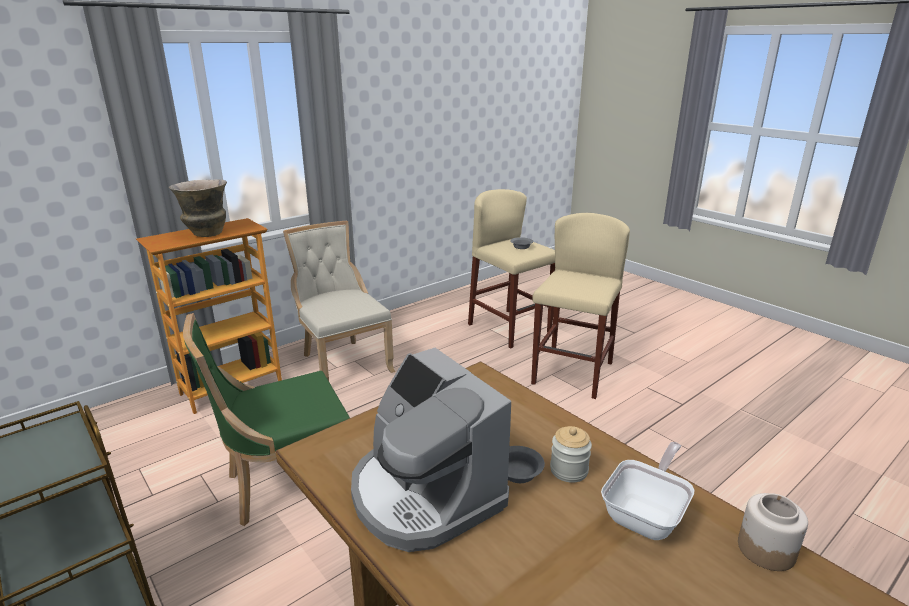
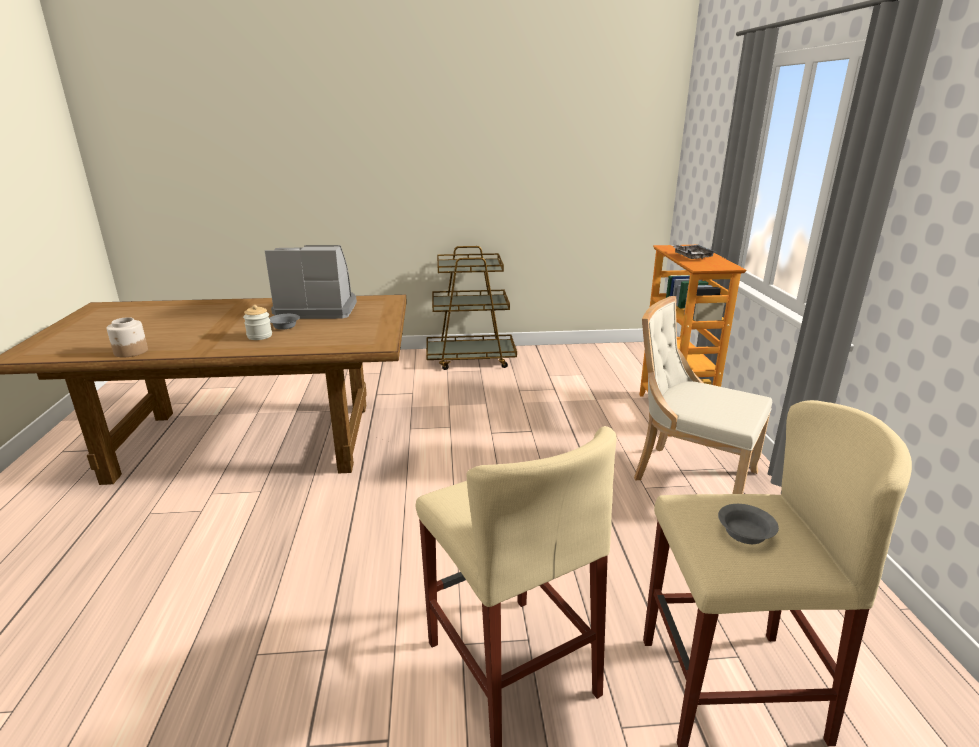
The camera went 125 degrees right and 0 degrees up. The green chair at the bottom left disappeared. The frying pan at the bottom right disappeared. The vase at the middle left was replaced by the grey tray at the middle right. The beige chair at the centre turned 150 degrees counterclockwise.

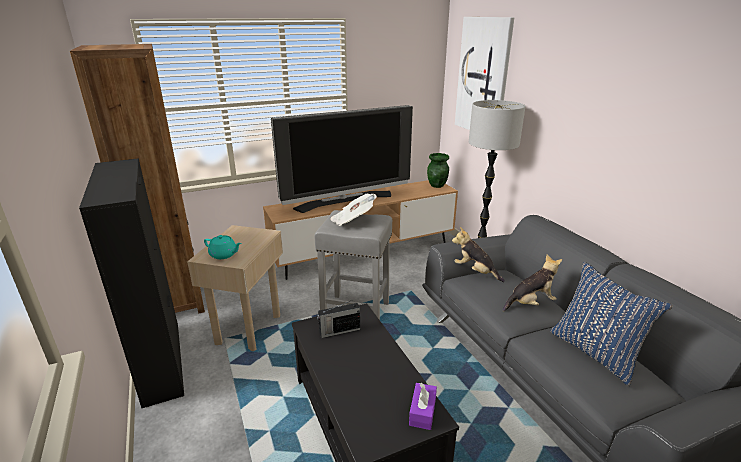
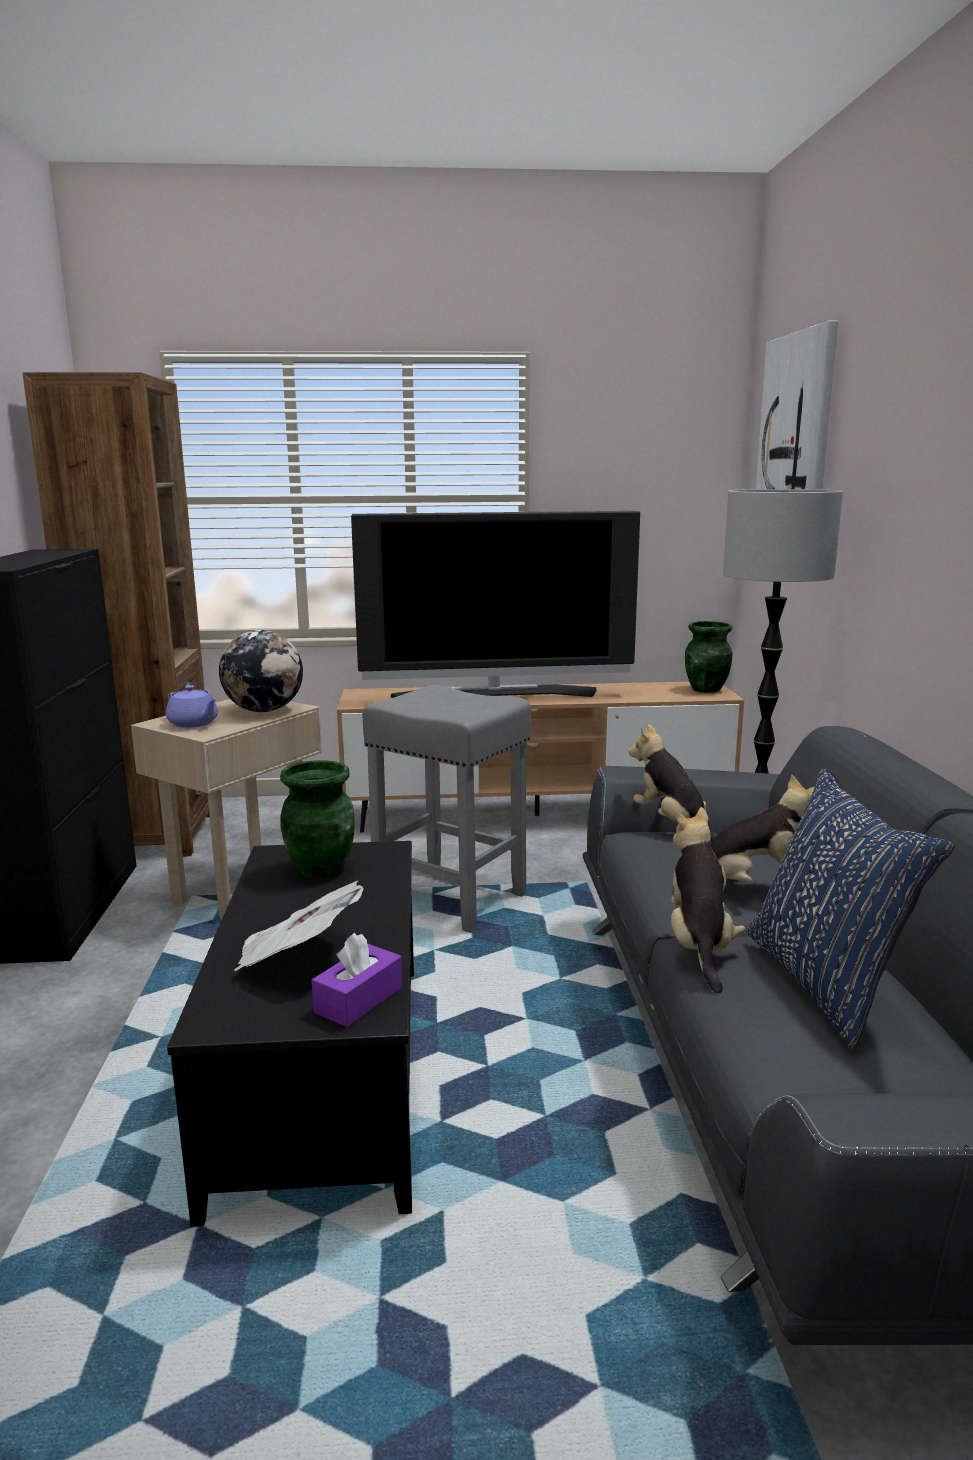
The camera went 20 degrees right and 10 degrees down. The globe at the middle left appeared. The plush toy (2nd from left) at the middle right appeared. The newspaper moved from the centre to the middle left. The radio at the bottom centre was replaced by the green vase (1st from left) at the middle left. The turquoise teapot at the middle left became the purple teapot at the middle left.

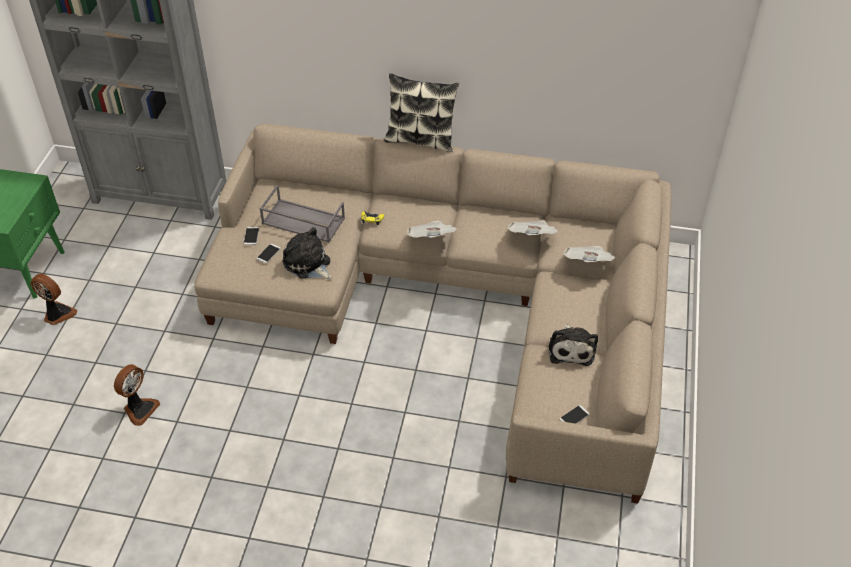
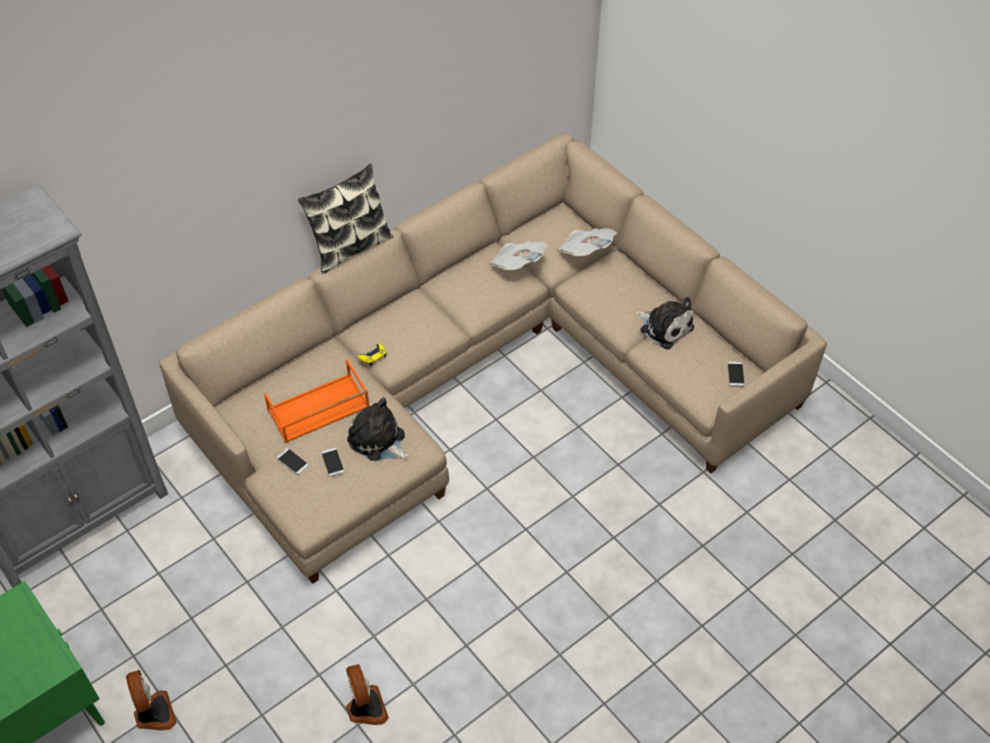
The camera went 50 degrees left and 5 degrees up. The newspaper (1st from left) at the centre disappeared. The grey tray at the centre became the orange tray at the middle left. The fan (1st from left) at the middle left turned 90 degrees clockwise. The plush toy (1st from left) at the centre turned 45 degrees clockwise.

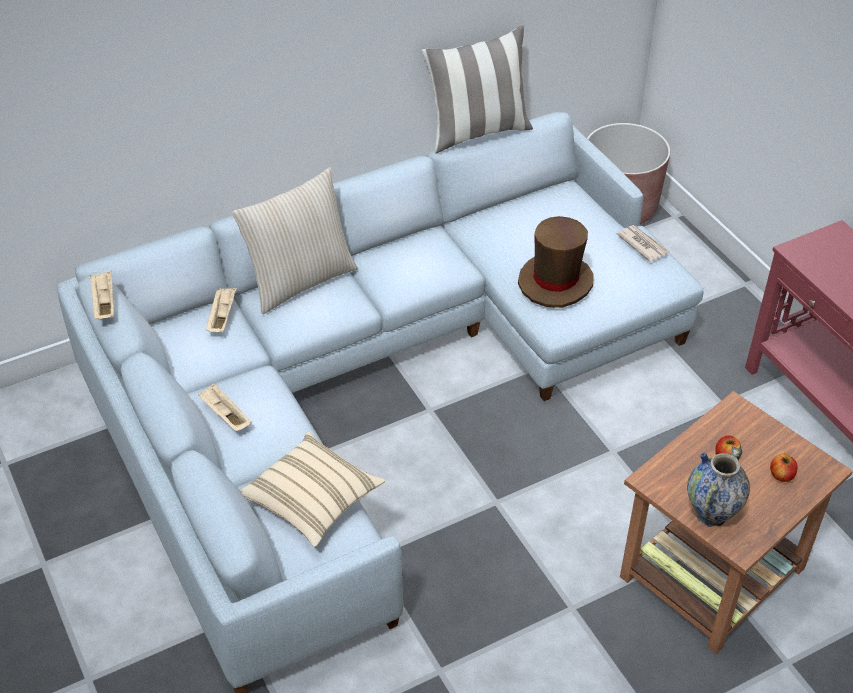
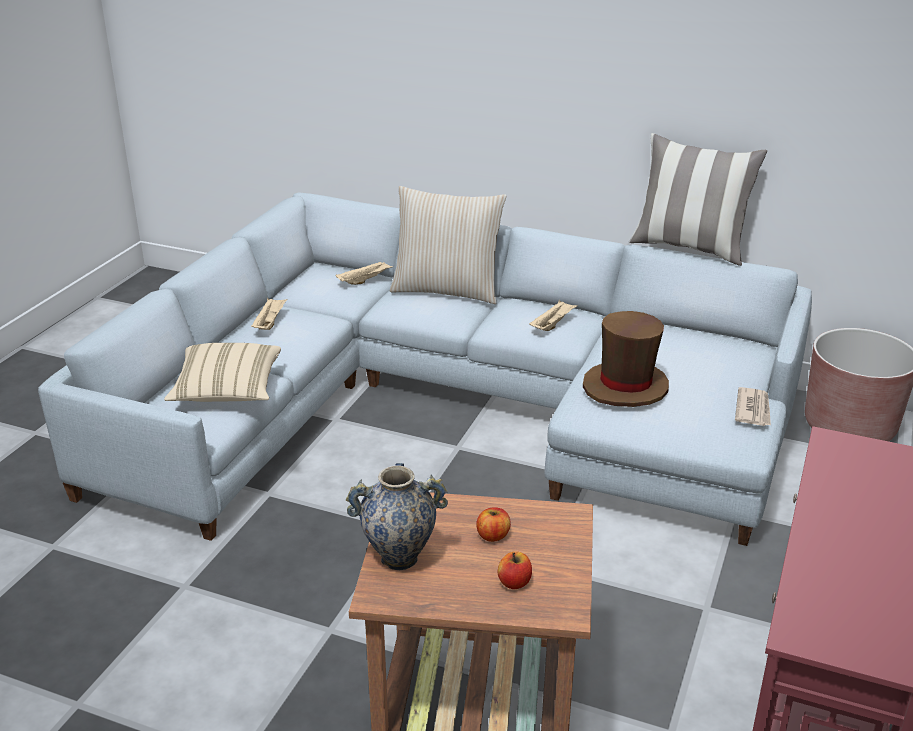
The camera went 50 degrees right and 15 degrees down. The beige tray (1st from left in the first image) moved from the middle left to the centre.

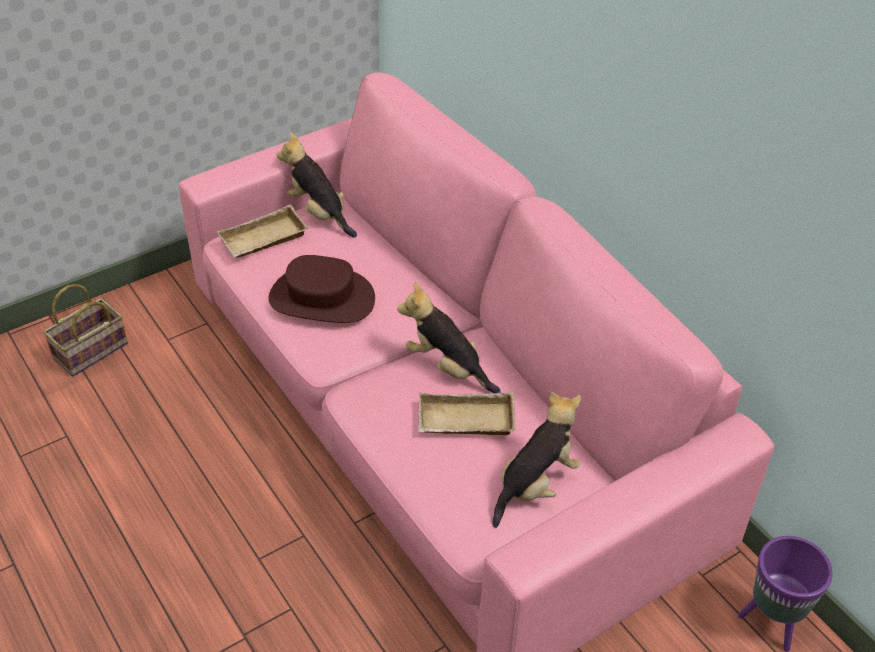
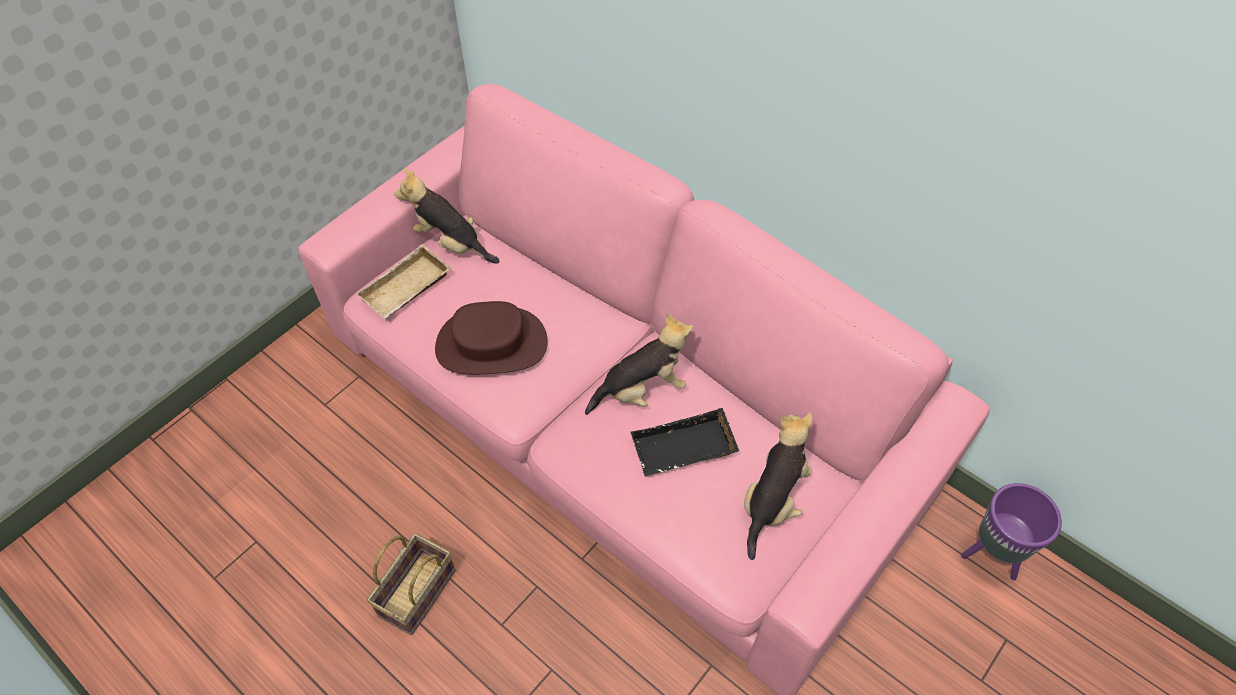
The camera went 15 degrees left and 10 degrees up. The basket moved from the middle left to the bottom left. The beige tray (2nd from left) at the centre became the black tray at the centre. The plush toy (2nd from left) at the centre turned 135 degrees clockwise.

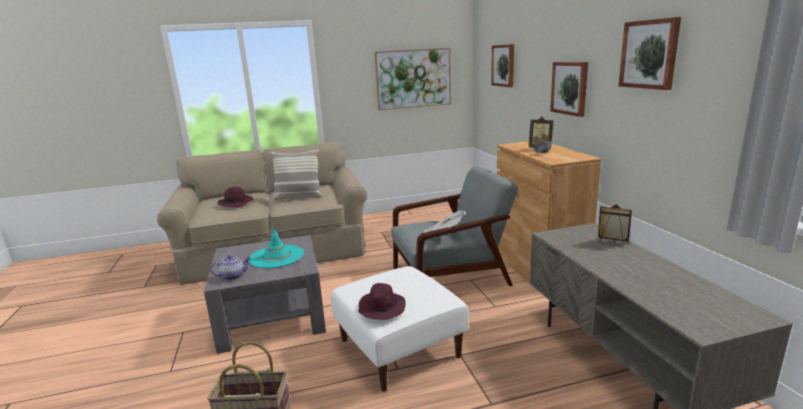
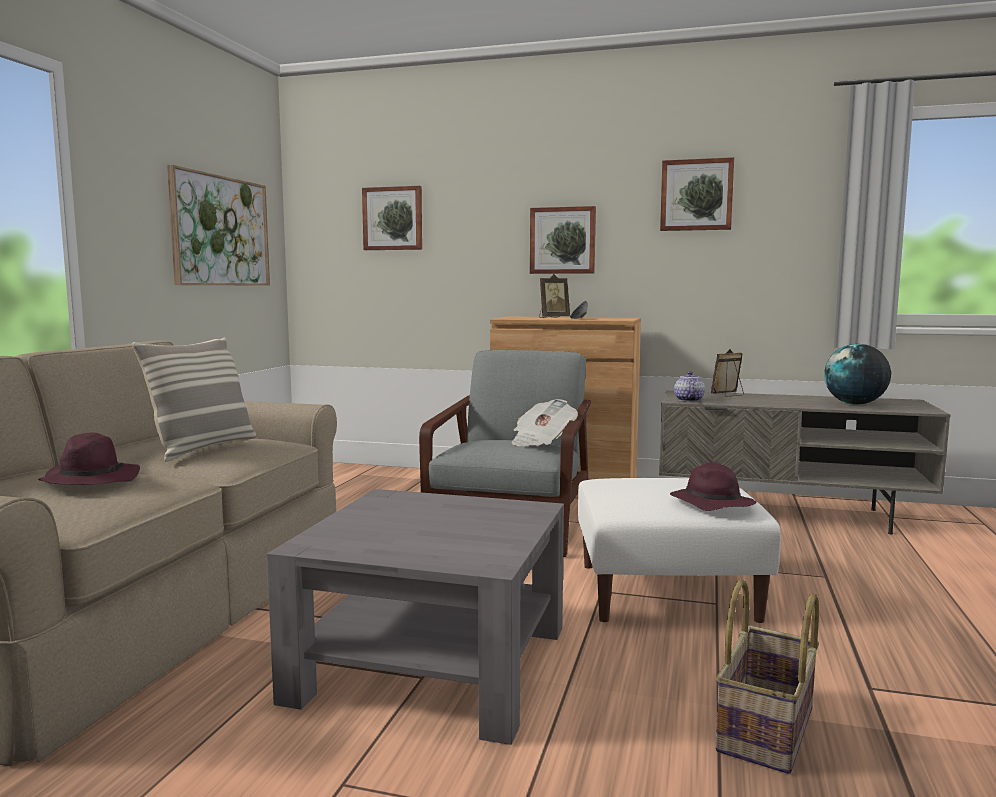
The camera went 60 degrees left and 10 degrees down. The turquoise hat at the centre disappeared. The globe at the middle right appeared. The teapot moved from the middle left to the middle right.

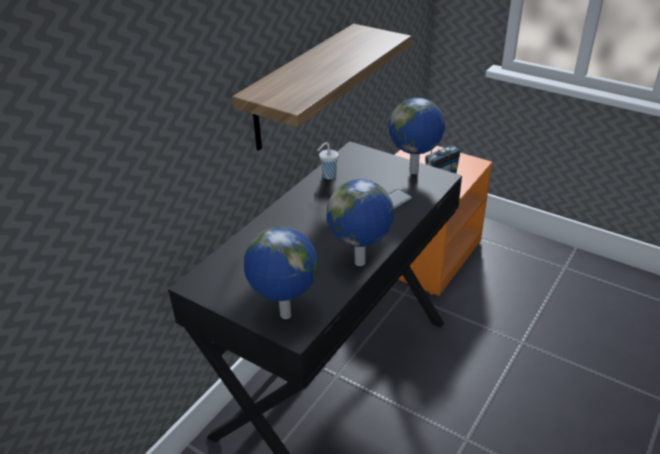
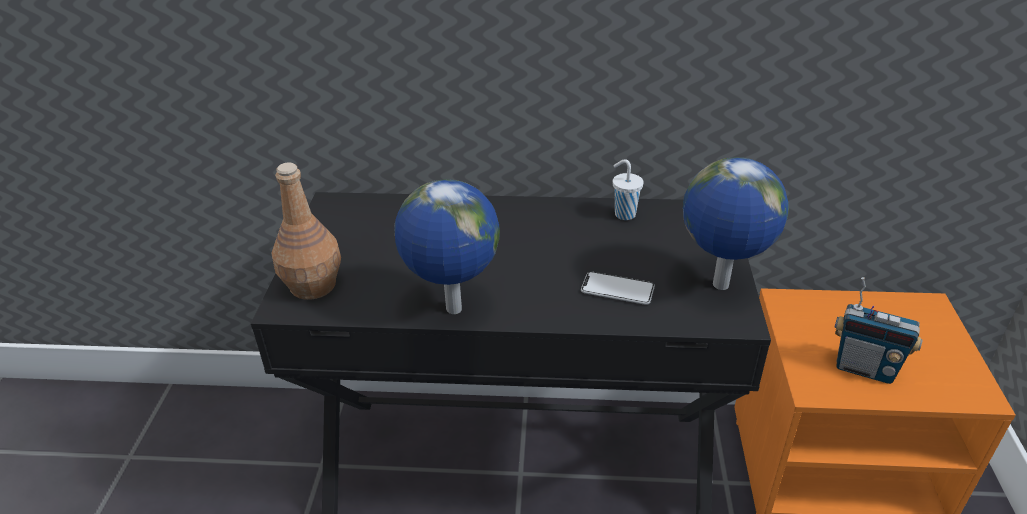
The camera went 60 degrees right and 0 degrees up. The shelf at the top centre disappeared. The globe (1st from left) at the centre was replaced by the brown bottle at the middle left.

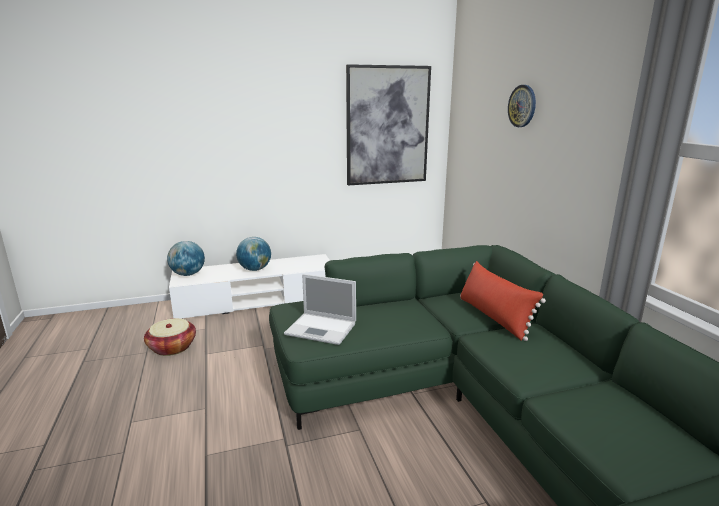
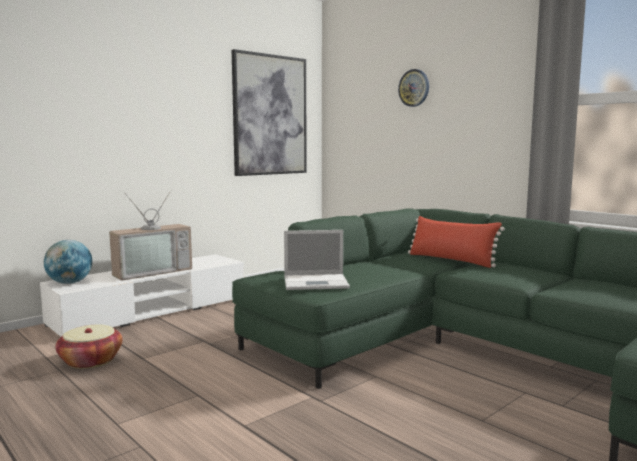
The camera went 25 degrees left and 10 degrees down. The globe (2nd from left) at the centre was replaced by the television at the middle left.

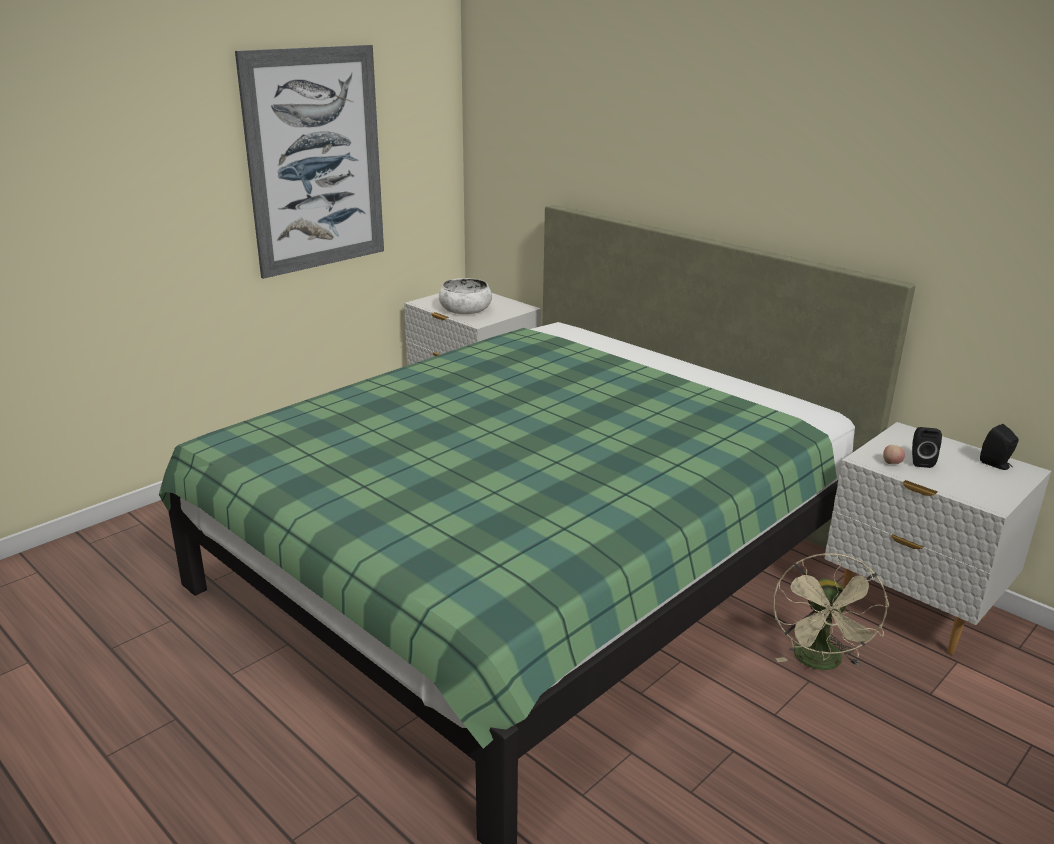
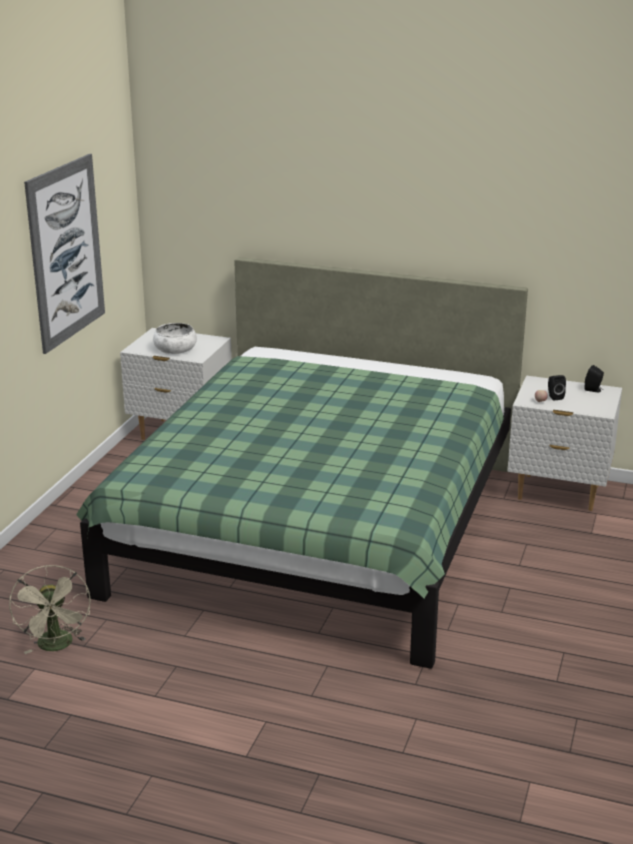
The camera went 25 degrees left and 0 degrees up. The beige fan moved from the bottom right to the bottom left.

